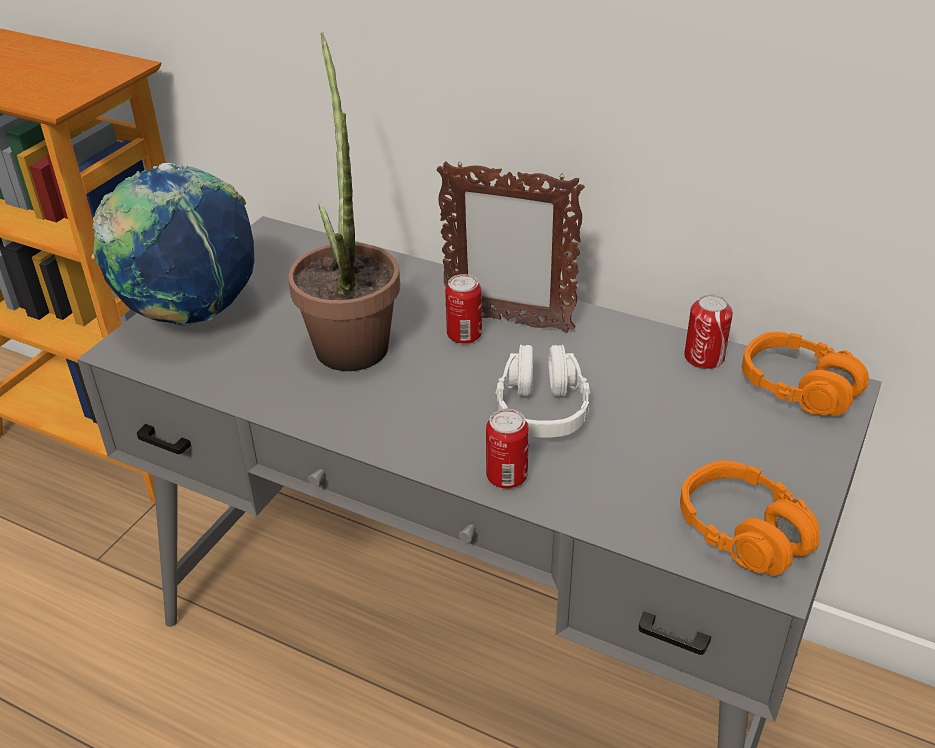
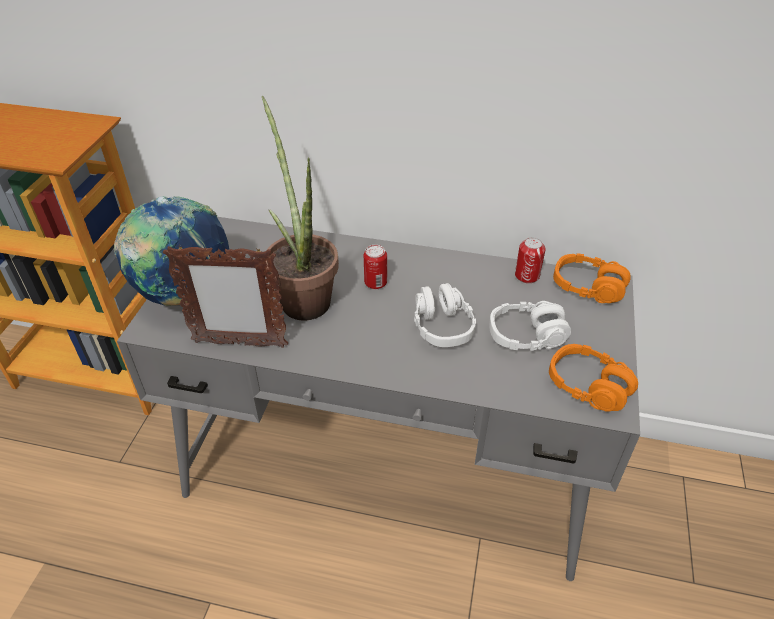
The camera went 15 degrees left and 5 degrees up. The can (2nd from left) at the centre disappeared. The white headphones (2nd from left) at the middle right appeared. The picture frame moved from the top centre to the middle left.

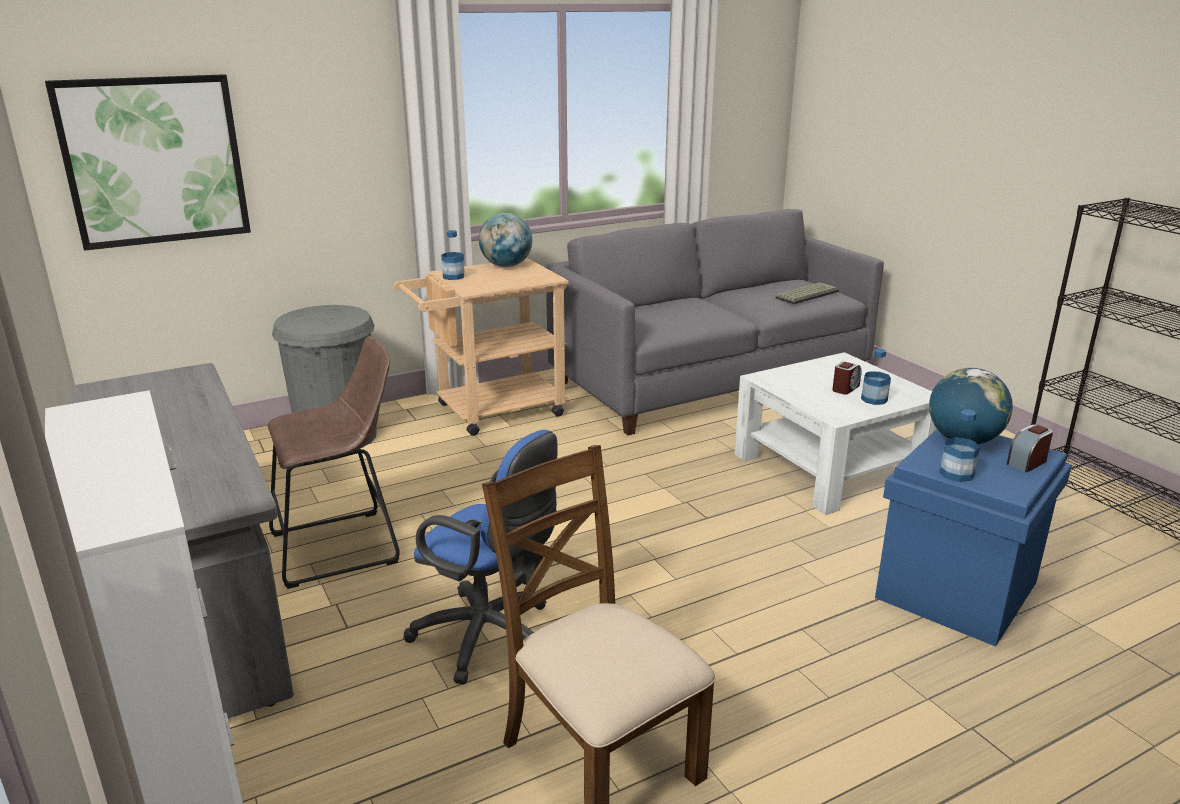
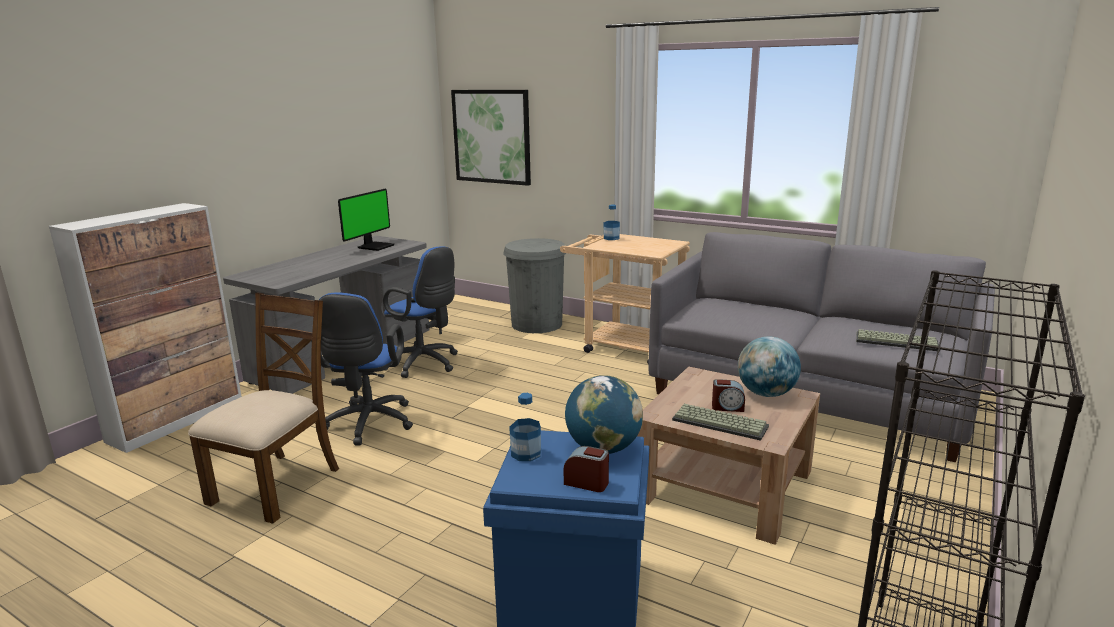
The camera went 60 degrees right and 5 degrees down. The monitor at the middle left appeared. The globe (1st from left in the first image) moved from the top centre to the middle right. The brown stool at the middle left was replaced by the blue office chair (2nd from left) at the centre. The bottle (2nd from left) at the middle right was replaced by the keyboard (1st from left) at the bottom centre. The white coffee table at the middle right became the brown coffee table at the bottom centre.

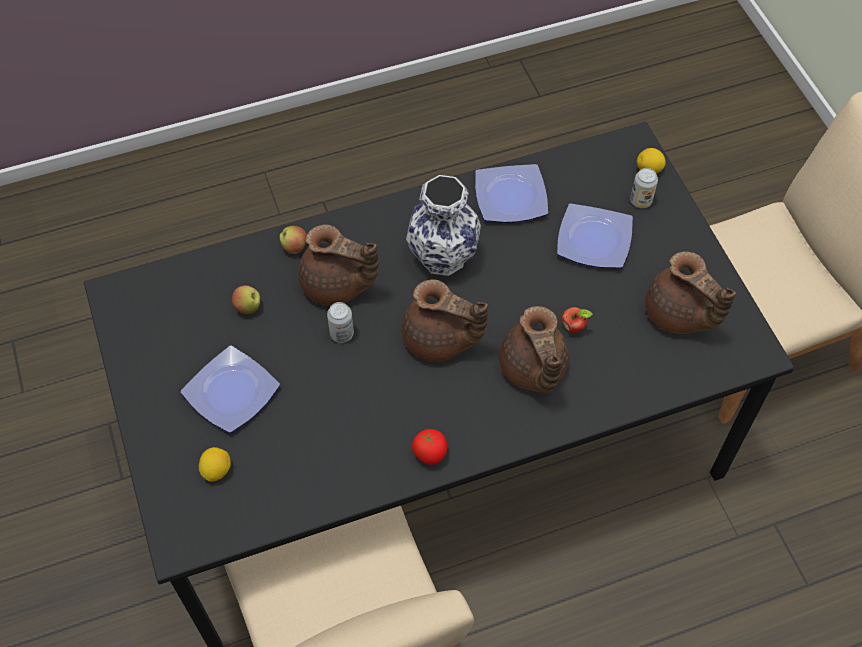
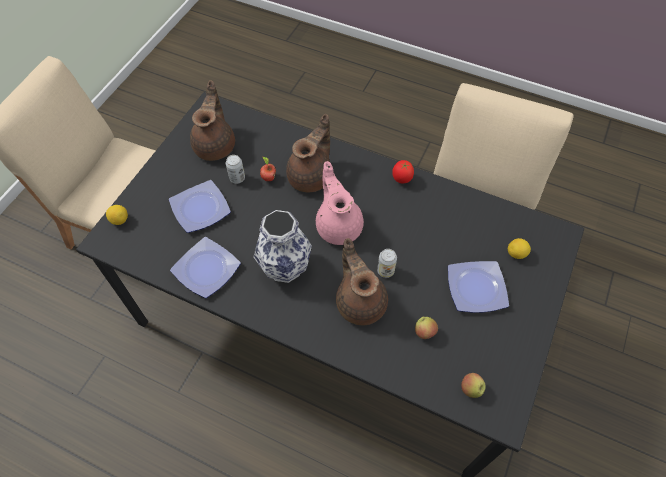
The camera went 135 degrees left and 0 degrees up. The apple (2nd from left in the first image) moved from the centre to the bottom right. The can (2nd from left in the first image) moved from the top right to the centre. The brown teapot (2nd from left) at the centre became the pink teapot at the centre.

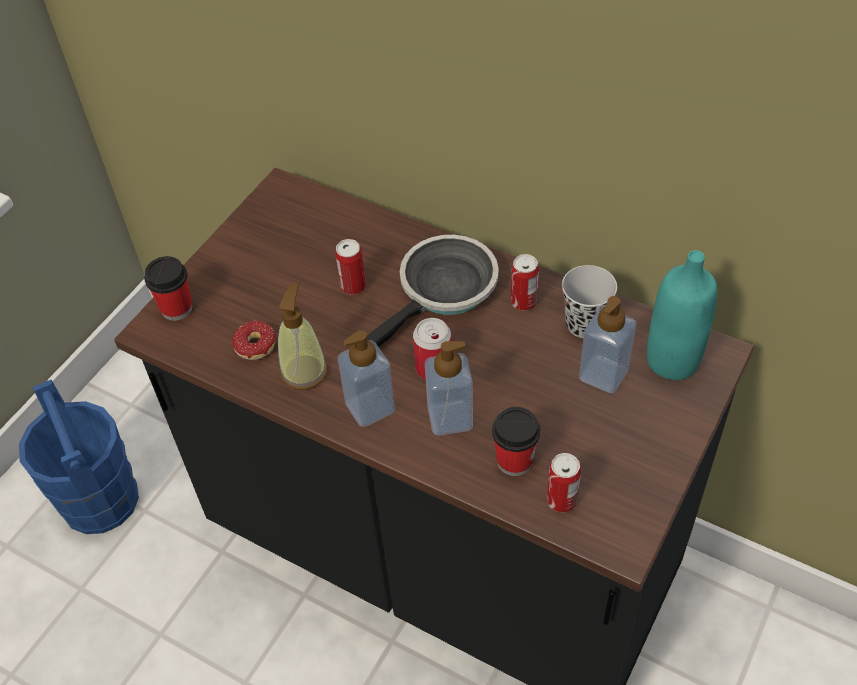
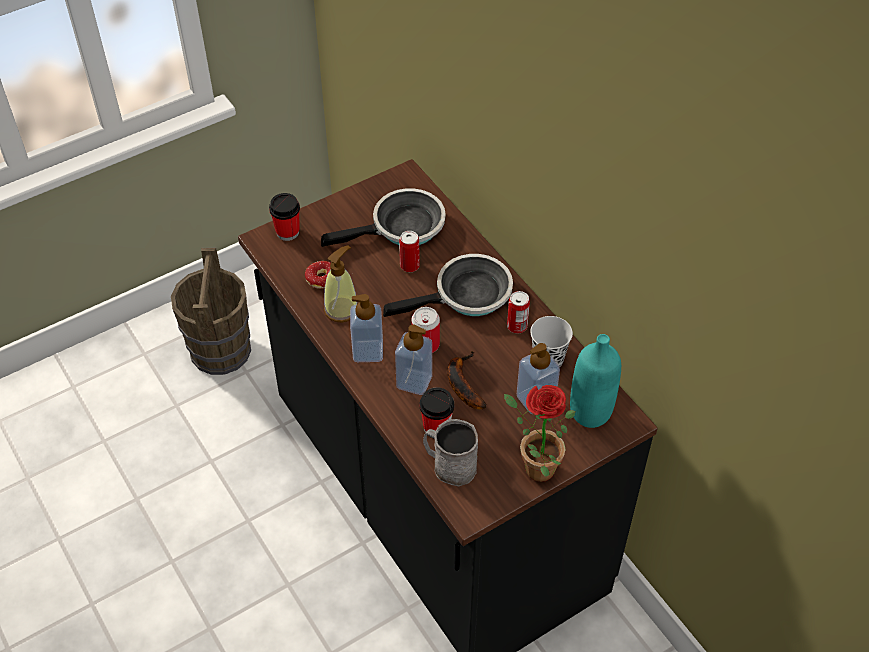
The camera went 25 degrees right and 0 degrees up. The frying pan (1st from left) at the top centre appeared. The banana at the centre appeared. The potted plant at the centre appeared. The can (4th from left) at the bottom centre was replaced by the grey mug at the bottom centre. The blue bucket at the bottom left became the brown bucket at the middle left.

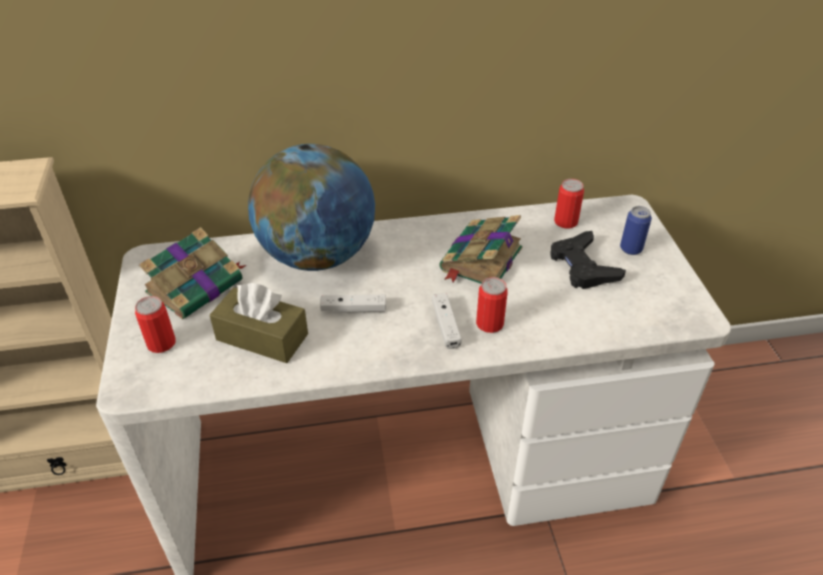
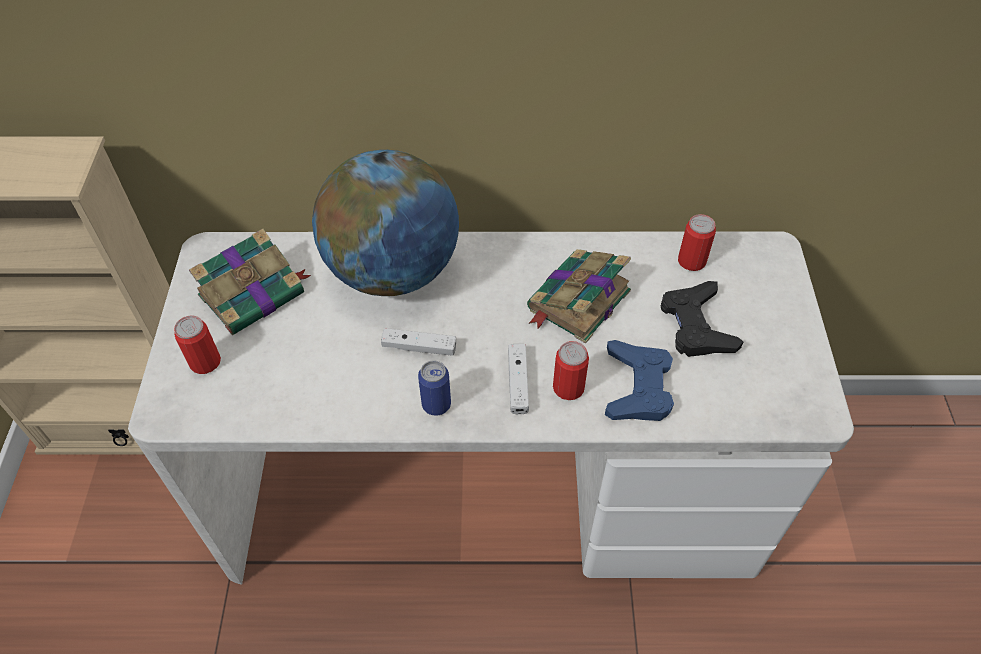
The camera went 10 degrees right and 10 degrees up. The brown tissue box at the middle left disappeared. The blue game controller at the centre appeared. The can (4th from left in the first image) moved from the middle right to the centre.

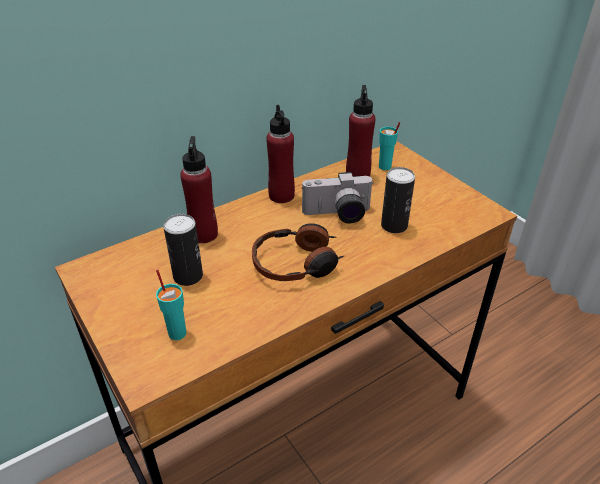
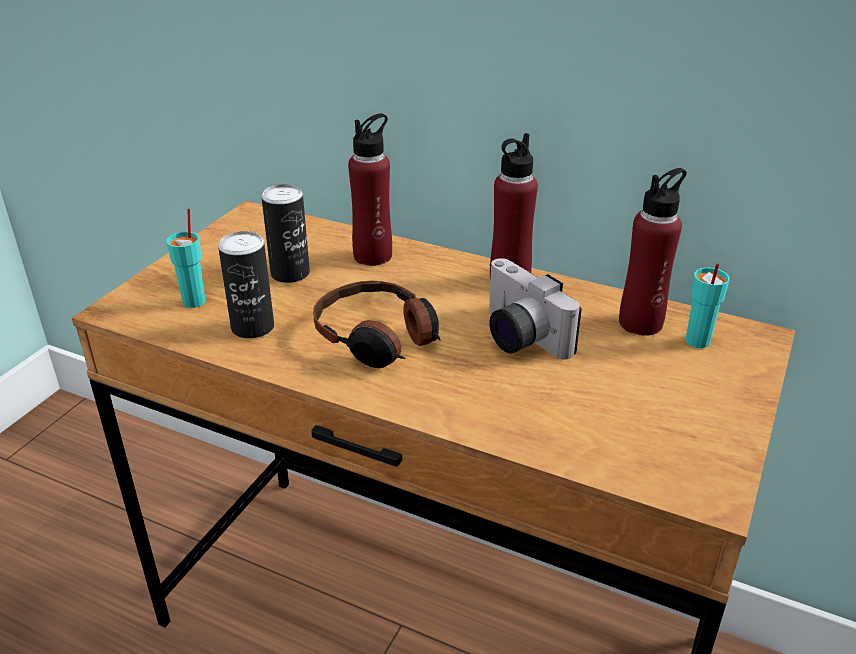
The camera went 60 degrees right and 5 degrees down. The can (2nd from left in the first image) moved from the centre to the middle left.

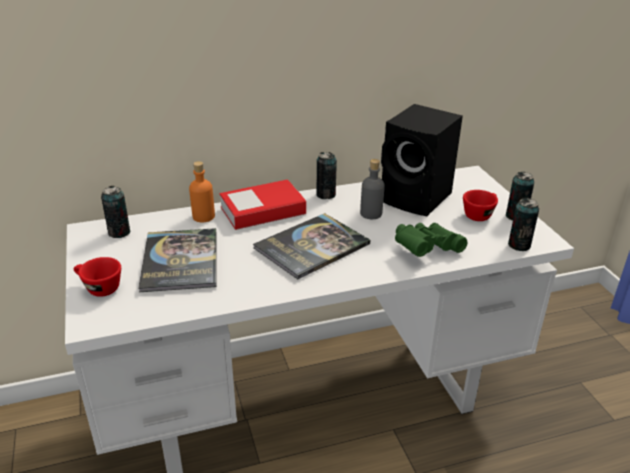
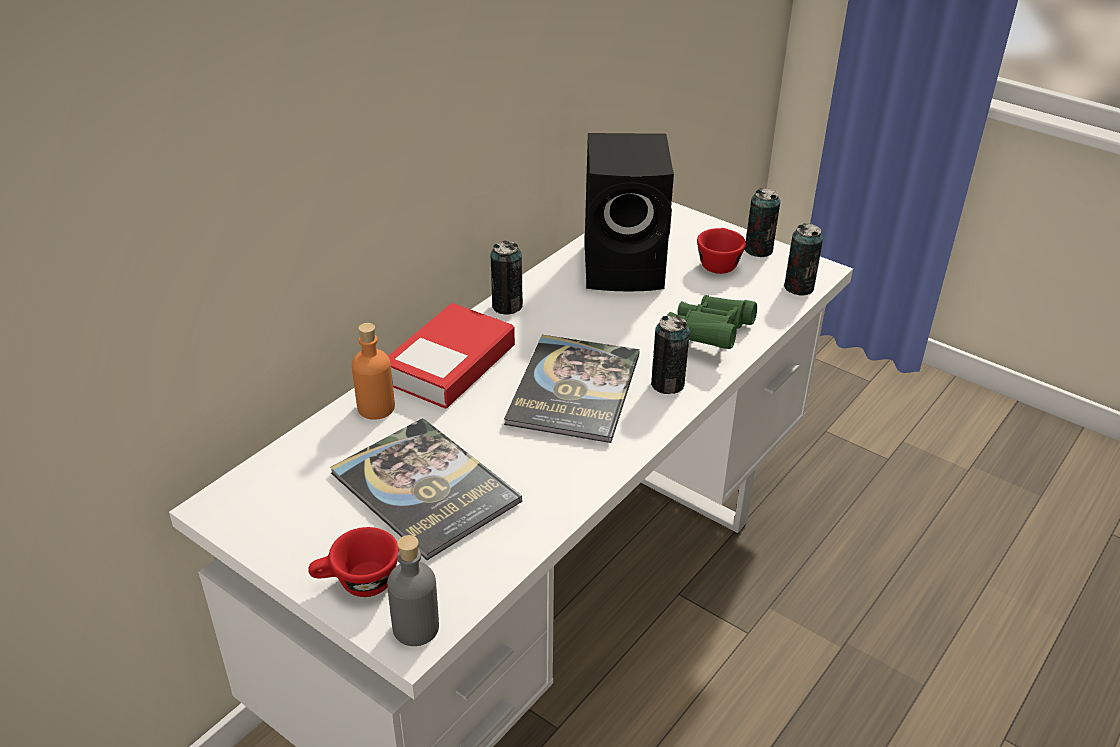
The camera went 35 degrees left and 5 degrees up. The can (1st from left in the first image) moved from the middle left to the centre. The grey bottle moved from the centre to the bottom centre.

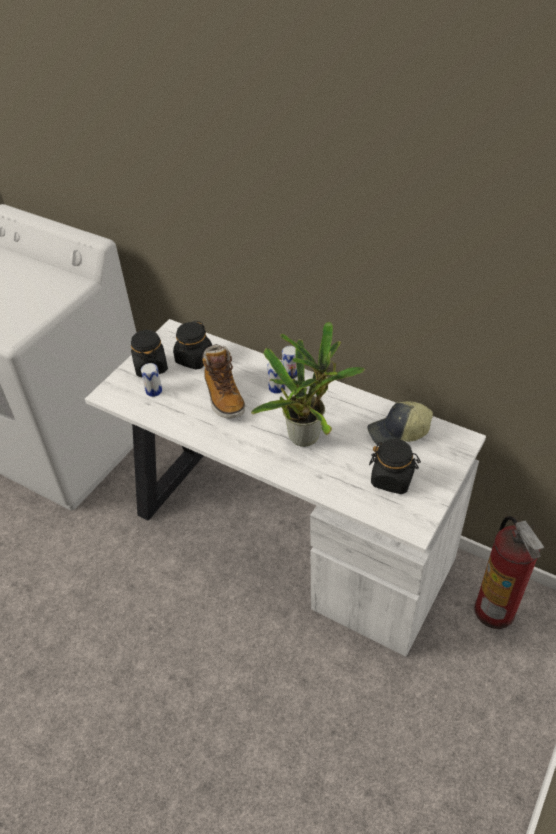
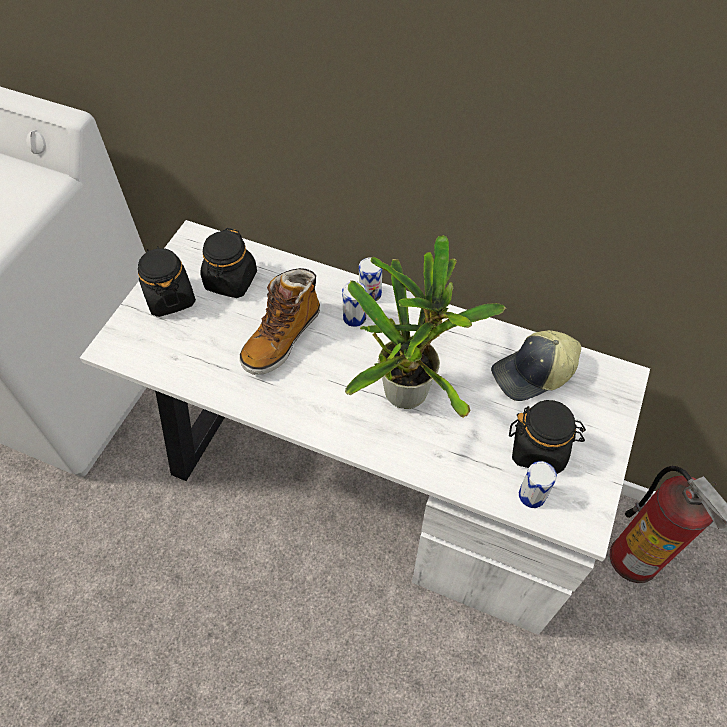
The camera went 10 degrees left and 10 degrees up. The can (1st from left in the first image) moved from the middle left to the middle right. The boot at the centre turned 60 degrees clockwise.

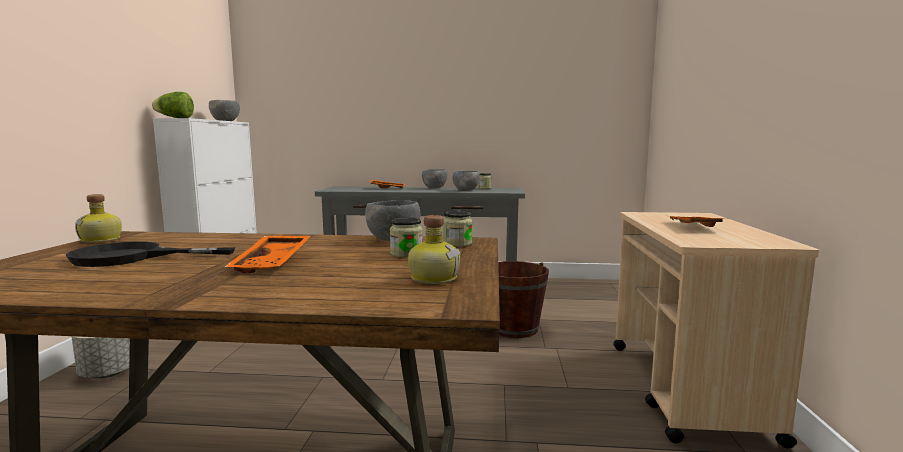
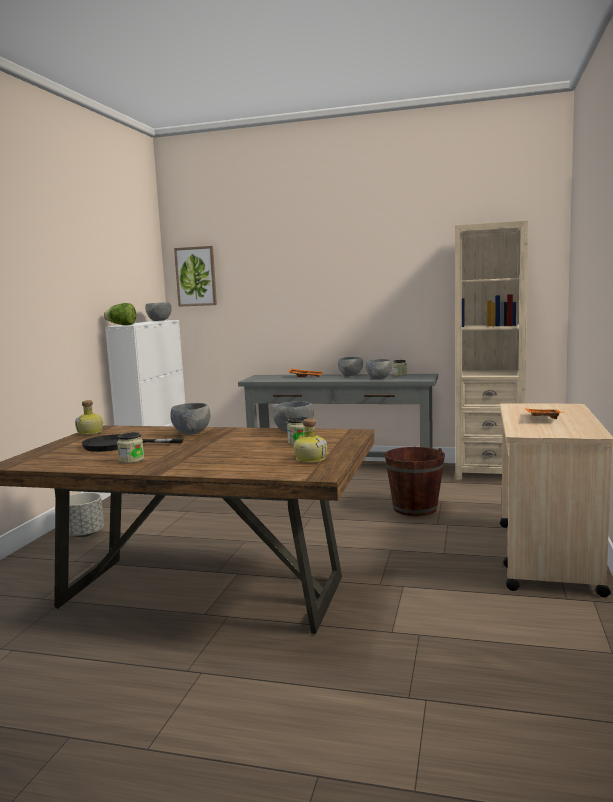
The camera went 10 degrees right and 0 degrees up. The orange tray (1st from left) at the middle left disappeared. The grey bowl (2nd from left) at the middle left appeared. The picture at the middle left appeared. The beige bookcase at the middle right appeared. The jar (2nd from left in the first image) moved from the centre to the middle left.

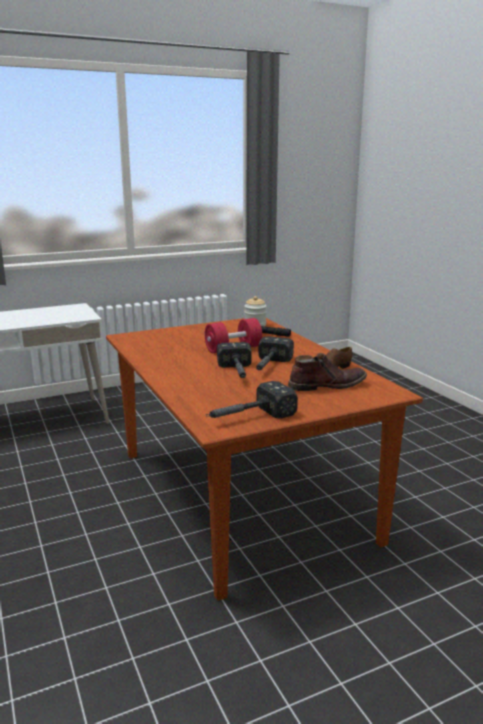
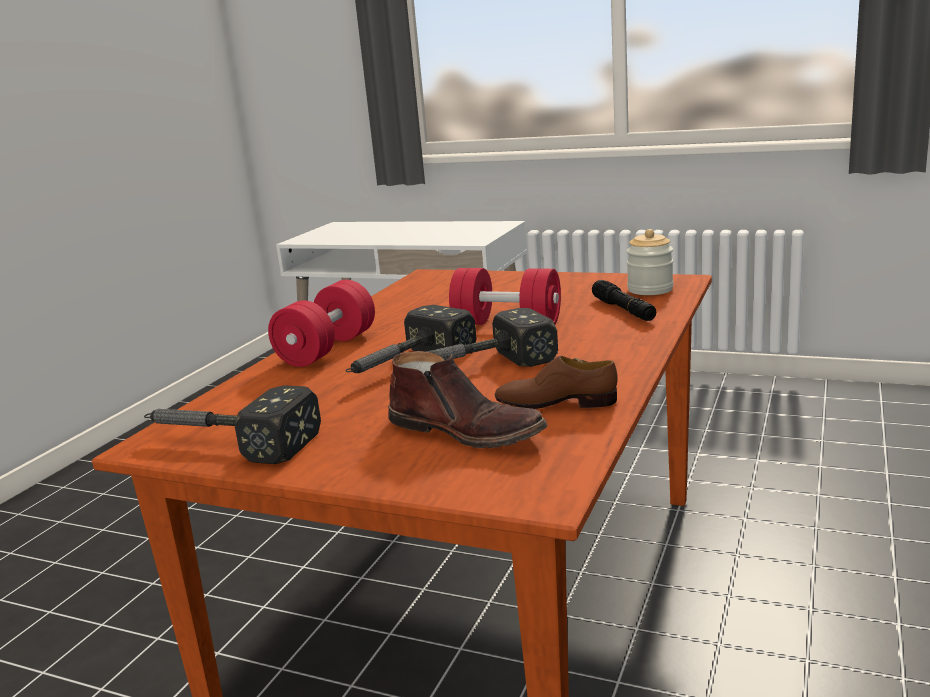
The camera went 50 degrees right and 0 degrees up. The red dumbbell (1st from left) at the centre appeared.

